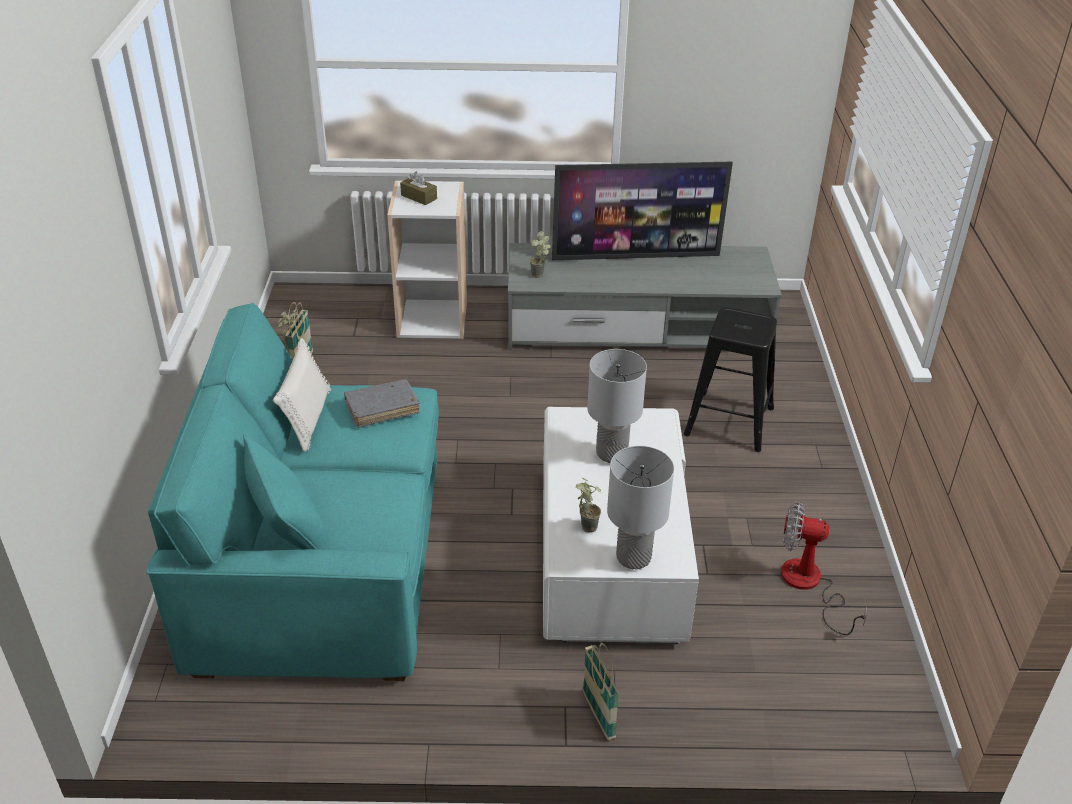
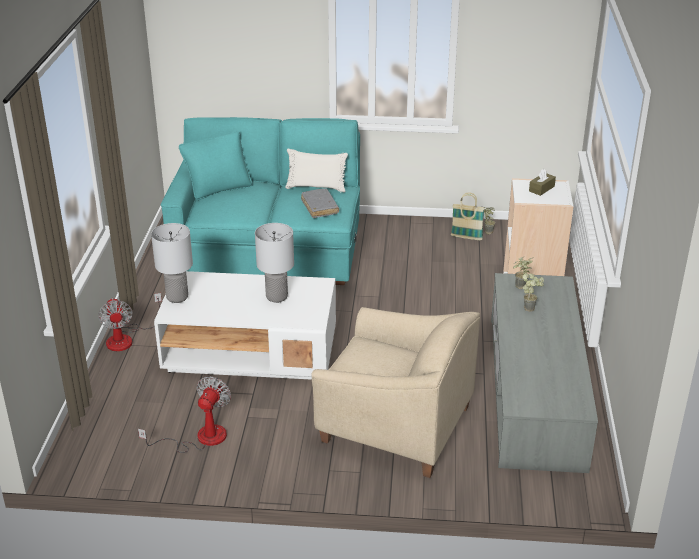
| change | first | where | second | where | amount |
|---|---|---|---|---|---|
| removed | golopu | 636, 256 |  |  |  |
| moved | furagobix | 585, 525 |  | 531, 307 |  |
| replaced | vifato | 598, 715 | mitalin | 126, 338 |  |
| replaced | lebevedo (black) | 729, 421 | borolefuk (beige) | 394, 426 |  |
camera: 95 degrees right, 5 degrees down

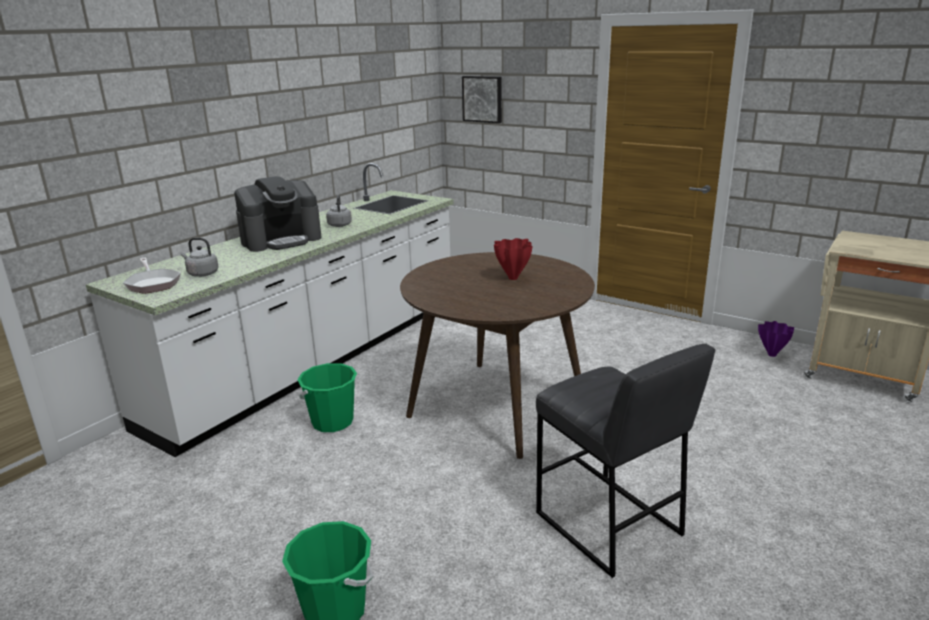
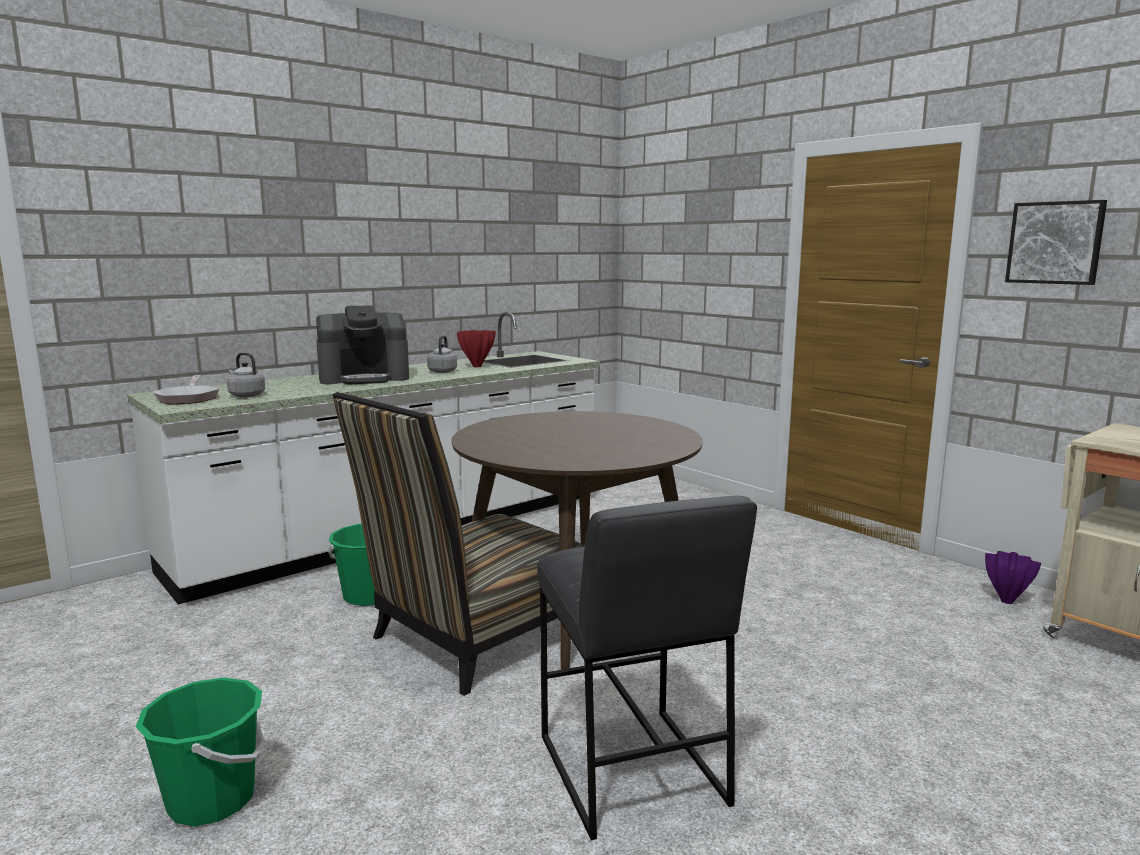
| change | first | where | second | where | amount |
|---|---|---|---|---|---|
| moved | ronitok | 483, 99 |  | 1055, 243 |  |
| moved | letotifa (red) | 512, 278 |  | 476, 366 |  |
| added |  |  | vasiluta | 474, 638 |  |
camera: 15 degrees right, 10 degrees down

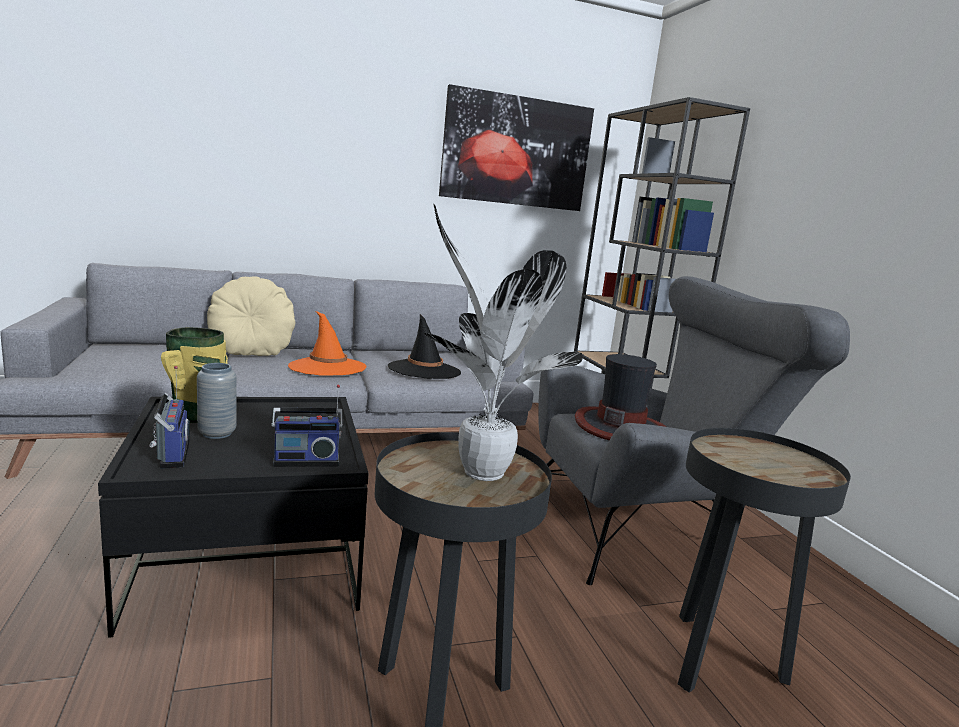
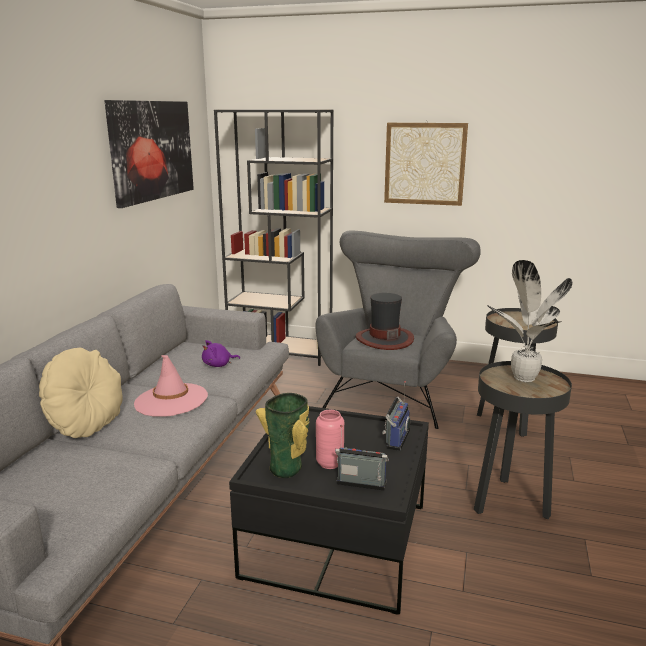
| change | first | where | second | where | amount |
|---|---|---|---|---|---|
| recoloured | letotifa (grey) | 217, 434 | letotifa (pink) | 329, 463 |  |
| recoloured | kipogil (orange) | 327, 367 | kipogil (pink) | 171, 400 |  |
| replaced | kipogil (black) | 424, 370 | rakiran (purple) | 218, 365 |  |
| added |  |  | ronitok | 424, 163 |  |
camera: 55 degrees left, 5 degrees up

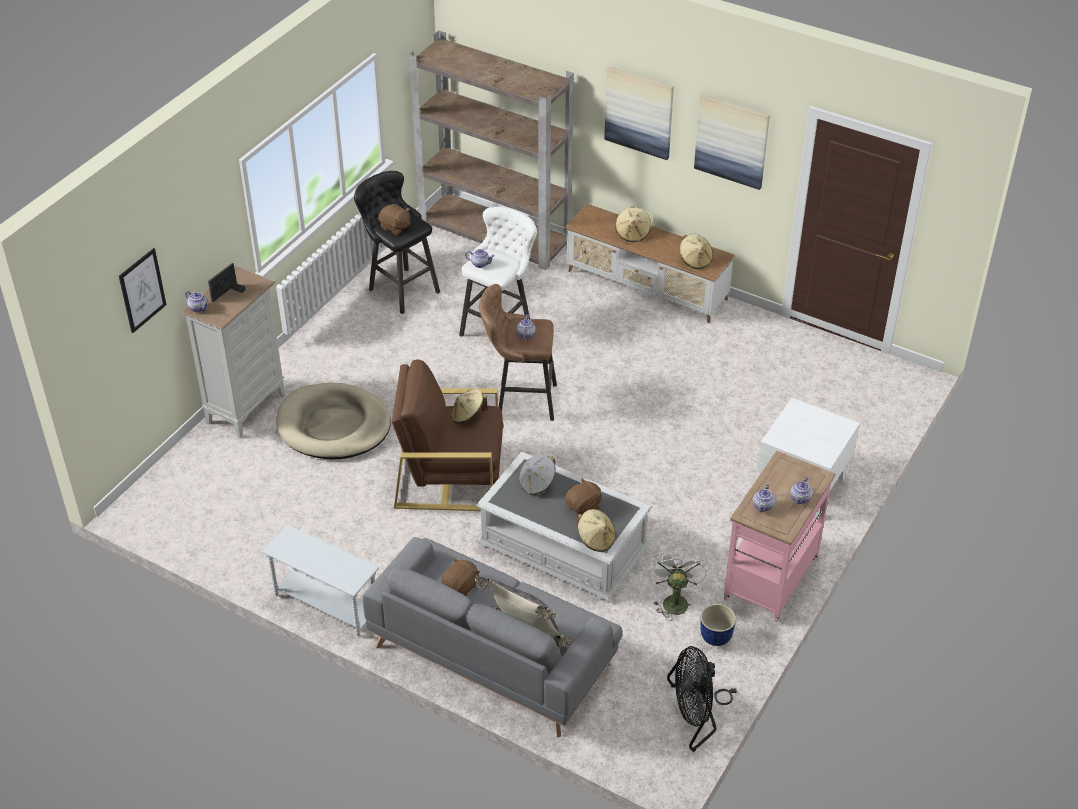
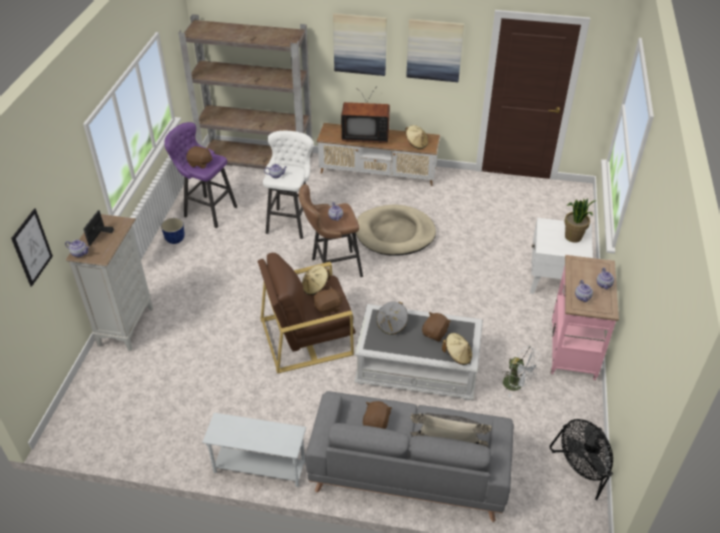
| change | first | where | second | where | amount |
|---|---|---|---|---|---|
| moved | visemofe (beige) | 334, 426 |  | 395, 233 |  |
| recoloured | lebevedo (black) | 399, 287 | lebevedo (purple) | 205, 210 |  |
| replaced | kipogil (beige) | 632, 233 | golopu | 365, 135 |  |
| turned | mitalin (white) | 674, 600 |  | 517, 385 | 150 degrees clockwise |
| moved | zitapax | 715, 638 |  | 175, 240 |  |
| added |  |  | rakiran (brown) | 328, 308 |  |
| added |  |  | furagobix | 573, 237 |  |
camera: 20 degrees left, 0 degrees up

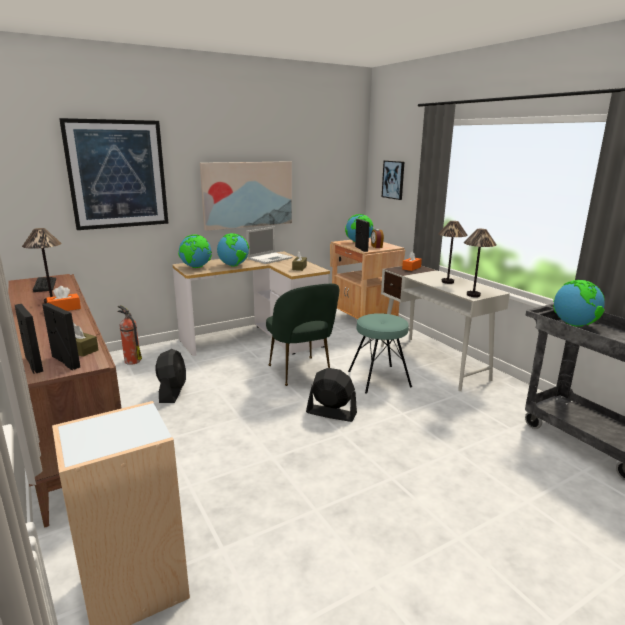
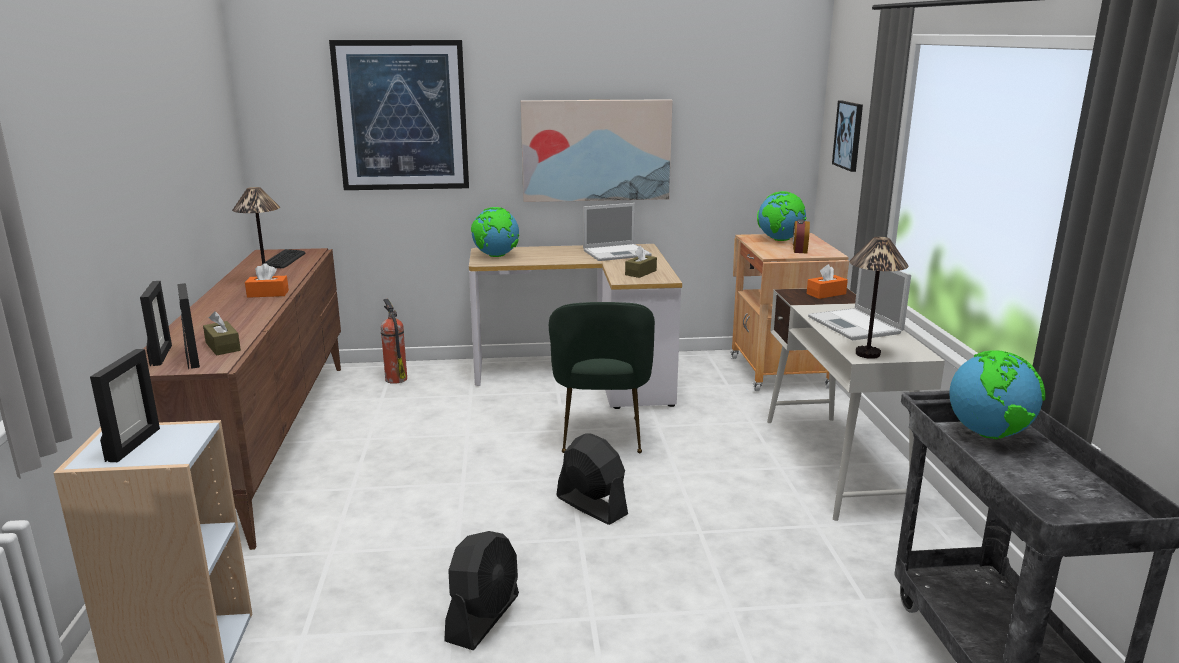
| change | first | where | second | where | amount |
|---|---|---|---|---|---|
| moved | mitalin (black) | 172, 392 |  | 483, 618 |  |
| removed | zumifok | 234, 265 |  |  |  |
| removed | lebevedo (turquoise) | 379, 379 |  |  |  |
| moved | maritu | 361, 249 |  | 133, 444 |  |
| replaced | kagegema | 448, 282 | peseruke | 856, 325 |  |
camera: 25 degrees right, 0 degrees up

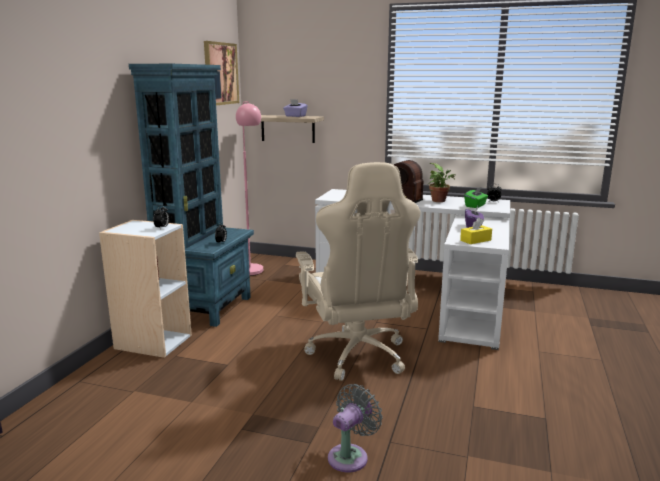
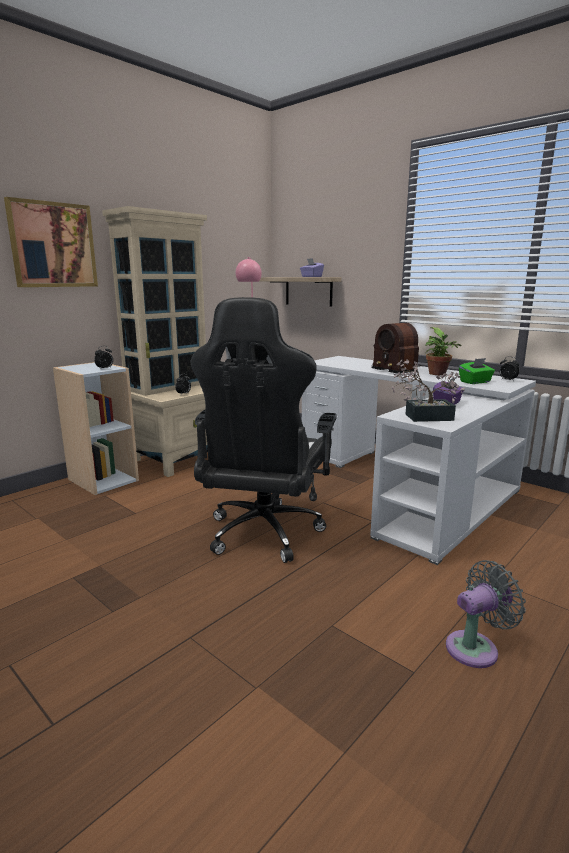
| change | first | where | second | where | amount |
|---|---|---|---|---|---|
| recoloured | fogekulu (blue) | 207, 307 | fogekulu (beige) | 181, 459 |  |
| moved | ronitok | 220, 73 |  | 53, 245 |  |
| recoloured | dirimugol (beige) | 355, 352 | dirimugol (black) | 265, 529 |  |
| moved | mitalin (grey) | 350, 456 |  | 476, 647 |  |
| replaced | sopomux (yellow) | 475, 240 | furagobix | 423, 417 |  |
camera: 25 degrees right, 0 degrees up

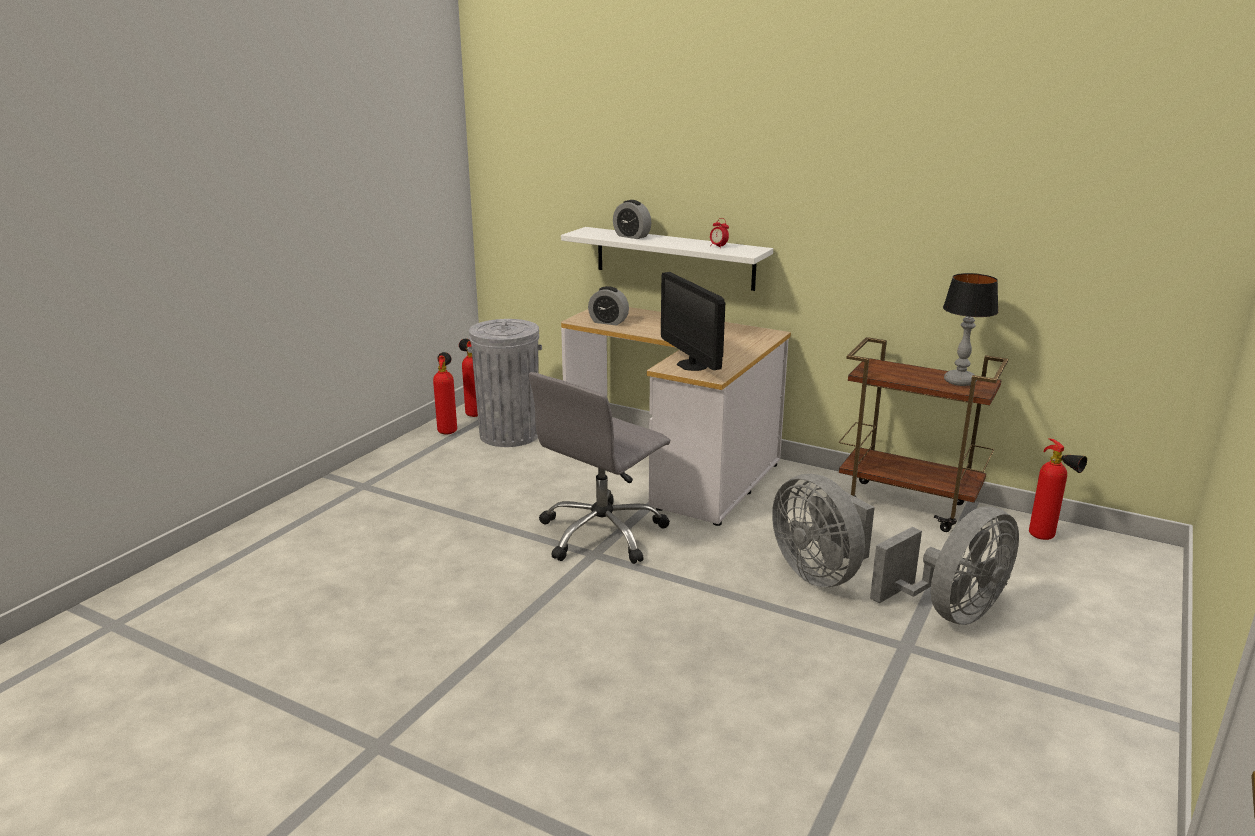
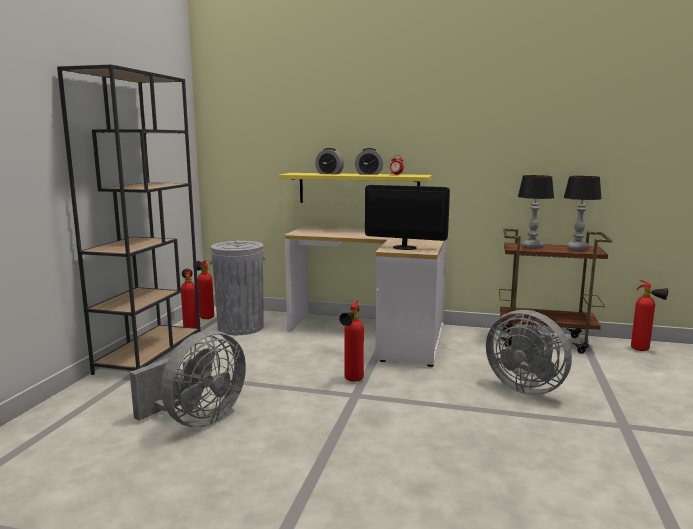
| change | first | where | second | where | amount |
|---|---|---|---|---|---|
| replaced | dirimugol (grey) | 602, 534 | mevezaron | 352, 381 |  |
| recoloured | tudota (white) | 674, 258 | tudota (yellow) | 358, 189 |  |
| moved | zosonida | 608, 322 |  | 369, 174 |  |
| turned | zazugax | 692, 365 |  | 404, 247 | 150 degrees clockwise |
| moved | mitalin (grey) | 950, 611 |  | 197, 420 |  |
| added |  |  | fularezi | 150, 354 |  |
| added |  |  | kagegema | 531, 246 |  |
camera: 15 degrees left, 10 degrees down

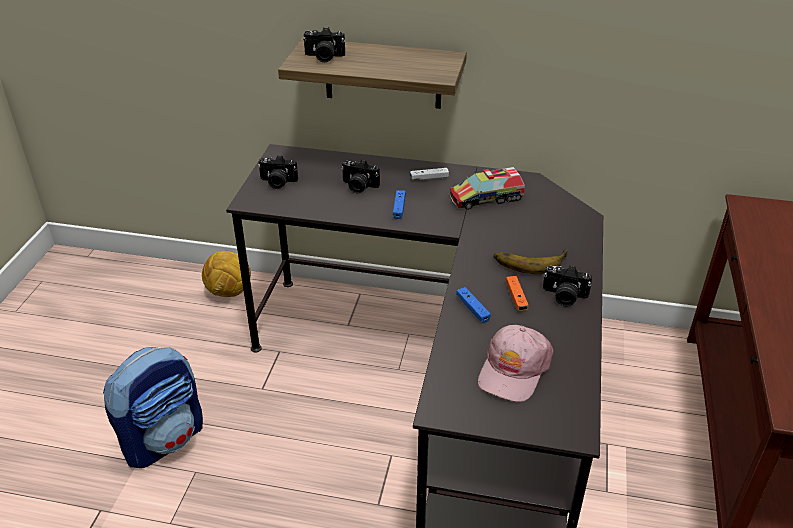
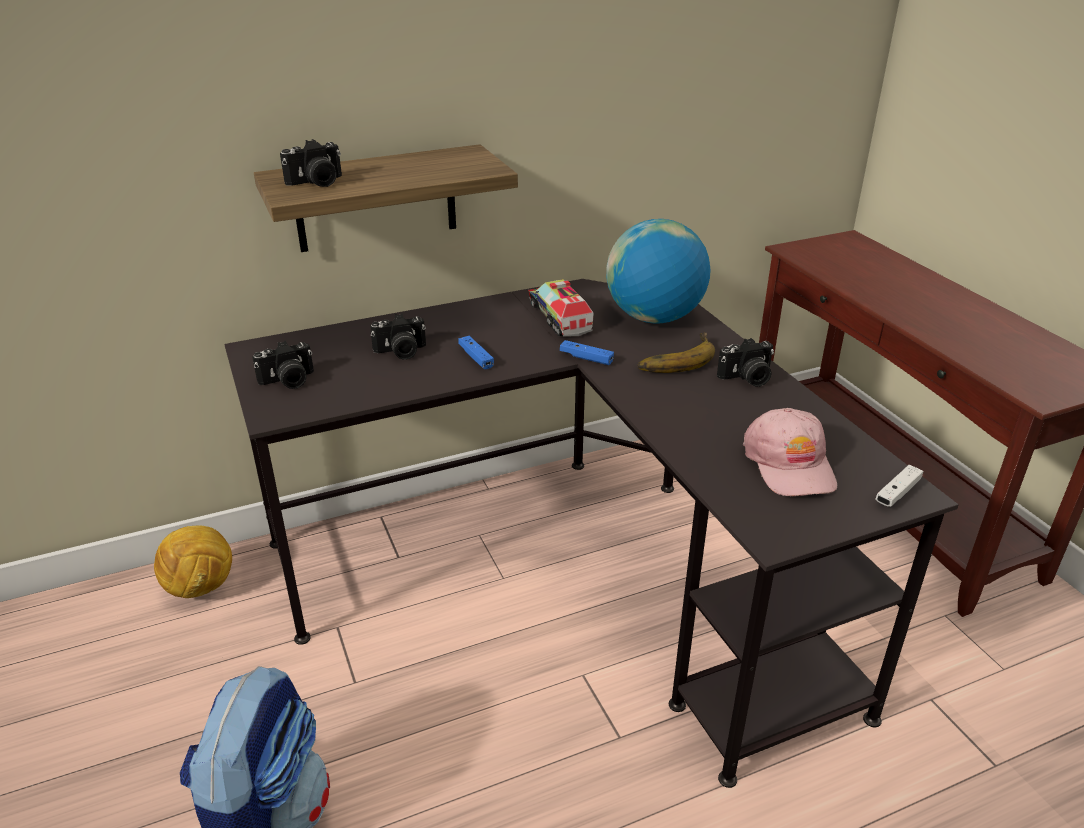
| change | first | where | second | where | amount |
|---|---|---|---|---|---|
| moved | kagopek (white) | 429, 178 |  | 897, 493 |  |
| turned | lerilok | 486, 198 |  | 559, 317 | 120 degrees clockwise |
| moved | kagopek (blue) | 472, 309 |  | 586, 358 |  |
| removed | kagopek (orange) | 516, 298 |  |  |  |
| added |  |  | zumifok | 654, 318 |  |
camera: 35 degrees left, 5 degrees down

